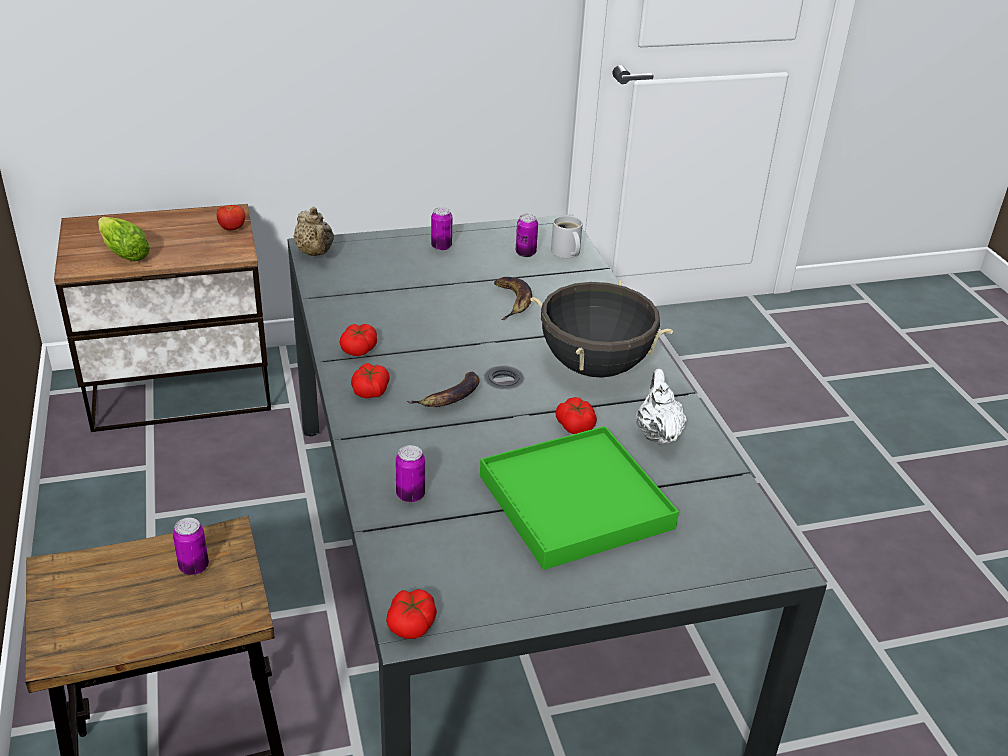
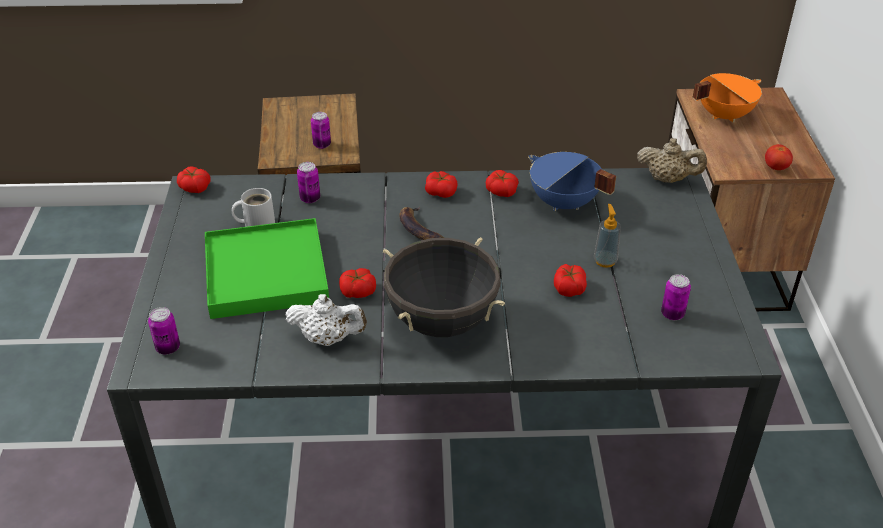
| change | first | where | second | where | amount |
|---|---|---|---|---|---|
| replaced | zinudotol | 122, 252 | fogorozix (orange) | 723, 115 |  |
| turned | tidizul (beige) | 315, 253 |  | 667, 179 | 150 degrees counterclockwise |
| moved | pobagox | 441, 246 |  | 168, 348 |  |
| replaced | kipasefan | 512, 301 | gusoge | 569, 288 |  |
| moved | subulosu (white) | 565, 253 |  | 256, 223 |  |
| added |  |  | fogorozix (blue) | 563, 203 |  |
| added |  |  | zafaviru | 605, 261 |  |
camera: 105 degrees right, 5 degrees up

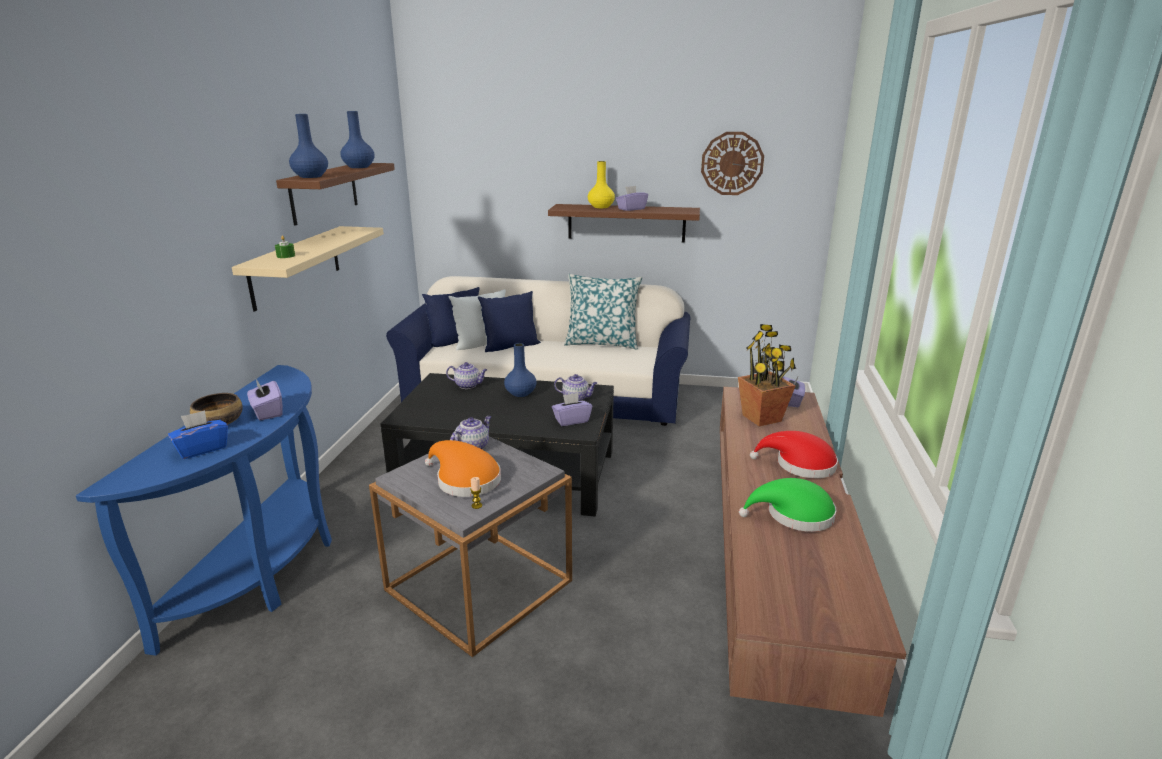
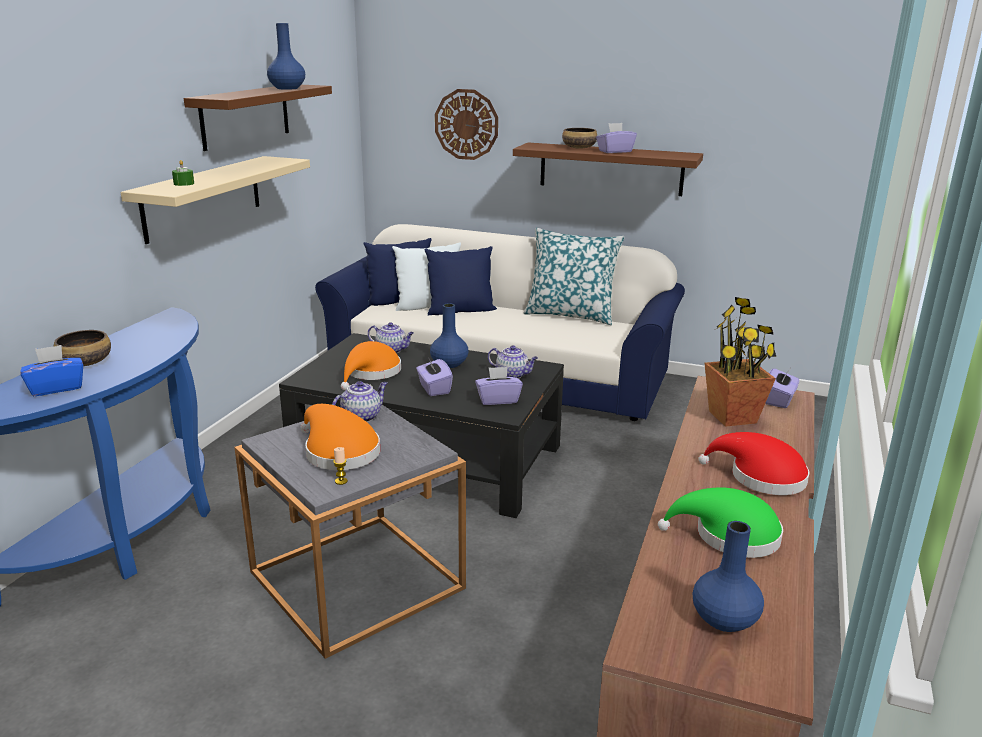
| change | first | where | second | where | amount |
|---|---|---|---|---|---|
| moved | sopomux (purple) | 267, 412 |  | 434, 389 |  |
| moved | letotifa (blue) | 310, 176 |  | 724, 620 |  |
| replaced | letotifa (yellow) | 601, 207 | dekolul | 579, 147 |  |
| moved | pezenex | 732, 163 |  | 466, 124 |  |
| added |  |  | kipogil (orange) | 371, 373 |  |
camera: 10 degrees right, 0 degrees up

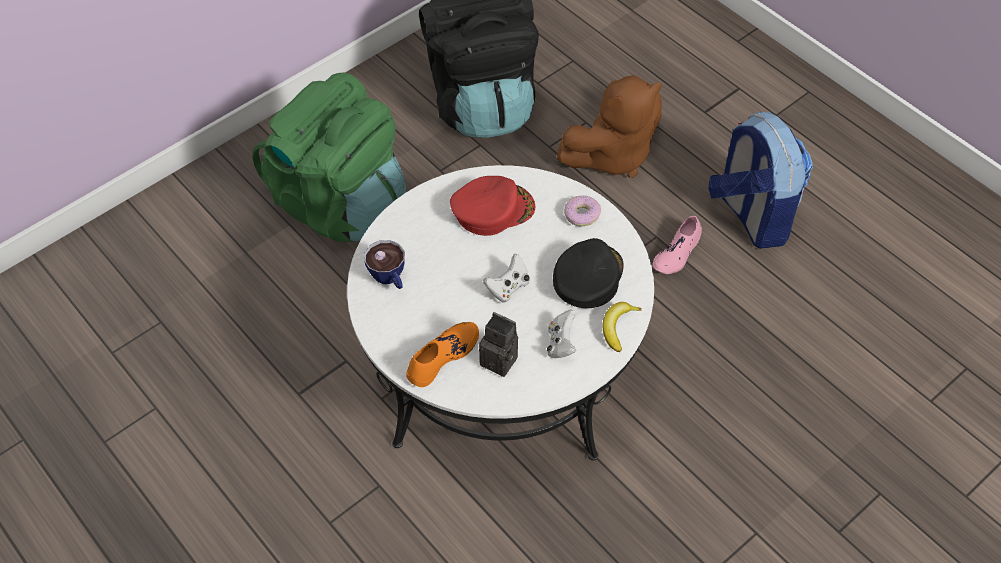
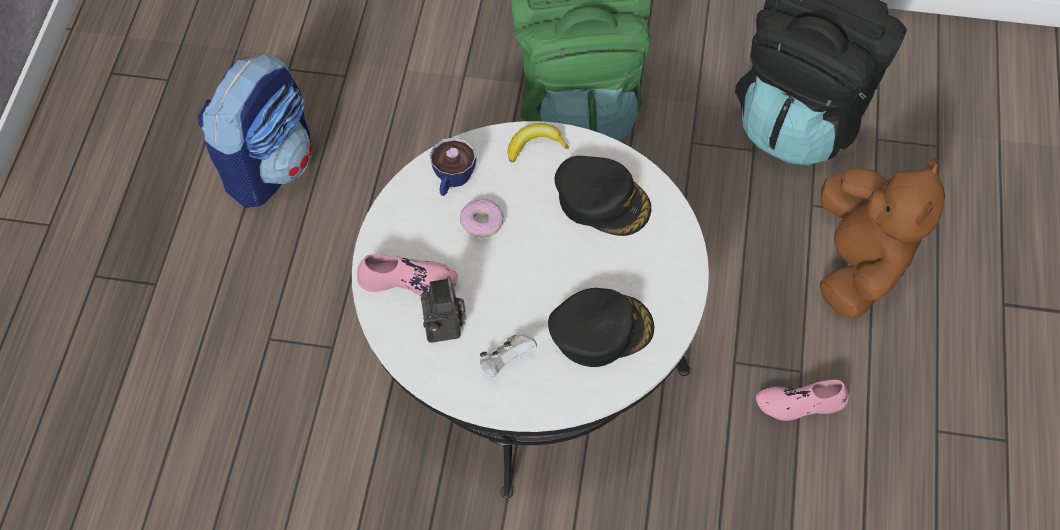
| change | first | where | second | where | amount |
|---|---|---|---|---|---|
| recoloured | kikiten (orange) | 442, 356 | kikiten (pink) | 408, 280 |  |
| recoloured | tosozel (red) | 492, 209 | tosozel (black) | 602, 200 |  |
| removed | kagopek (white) | 508, 287 |  |  |  |
| turned | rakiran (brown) | 612, 154 |  | 859, 263 | 105 degrees counterclockwise |
| moved | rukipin | 581, 214 |  | 482, 222 |  |
| moved | kipasefan | 618, 327 |  | 535, 145 |  |
| moved | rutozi | 751, 215 |  | 269, 165 |  |
camera: 50 degrees right, 5 degrees up

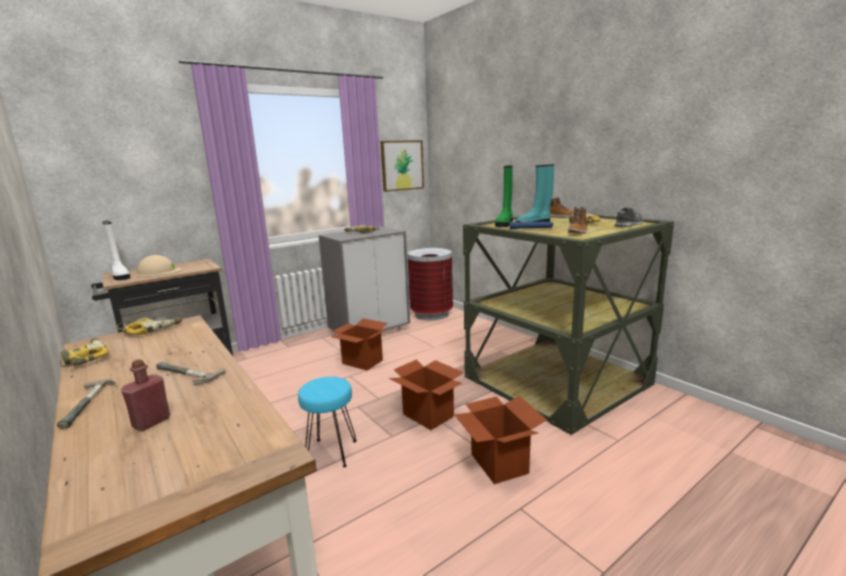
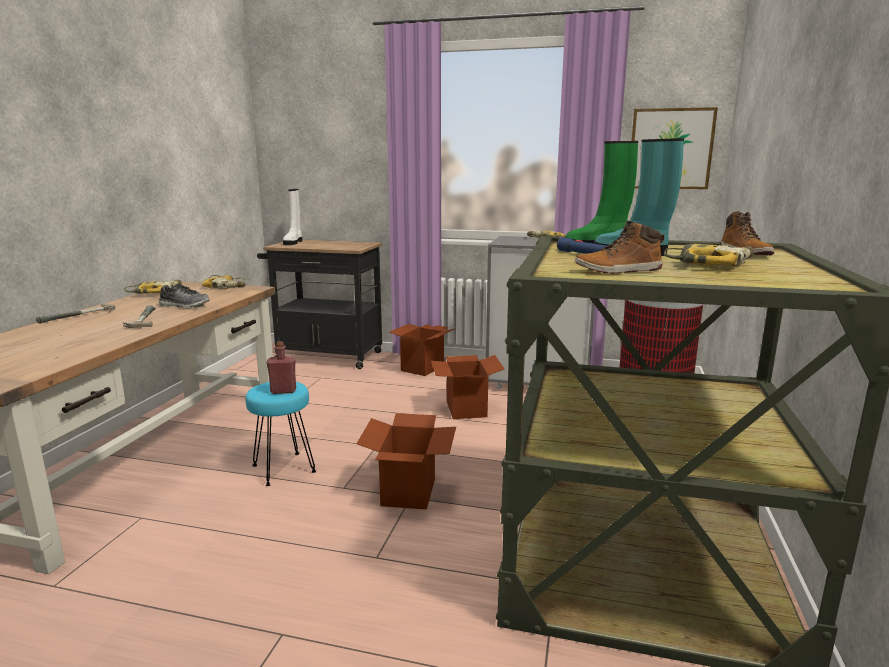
| change | first | where | second | where | amount |
|---|---|---|---|---|---|
| moved | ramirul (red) | 151, 422 |  | 283, 391 |  |
| removed | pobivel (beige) | 158, 272 |  |  |  |
| moved | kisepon | 498, 463 |  | 422, 368 |  |
| moved | kikiten | 628, 225 |  | 184, 306 |  |
camera: 50 degrees right, 0 degrees up

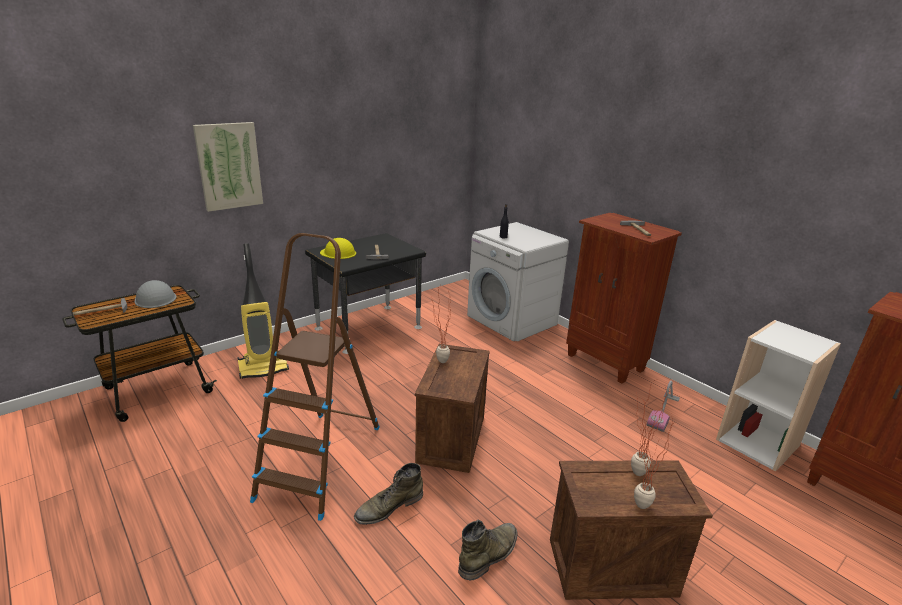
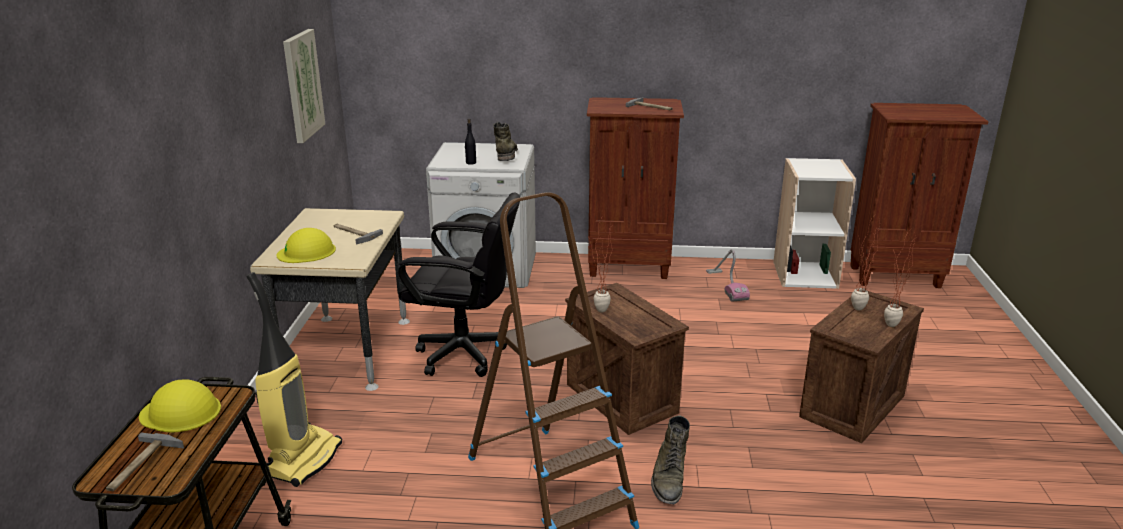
| change | first | where | second | where | amount |
|---|---|---|---|---|---|
| recoloured | pobivel (grey) | 155, 298 | pobivel (yellow) | 181, 412 |  |
| moved | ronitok | 229, 166 |  | 302, 85 |  |
| recoloured | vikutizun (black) | 368, 327 | vikutizun (beige) | 346, 350 |  |
| moved | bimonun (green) | 489, 554 |  | 506, 154 |  |
| added |  |  | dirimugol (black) | 467, 355 |  |
camera: 45 degrees left, 0 degrees up

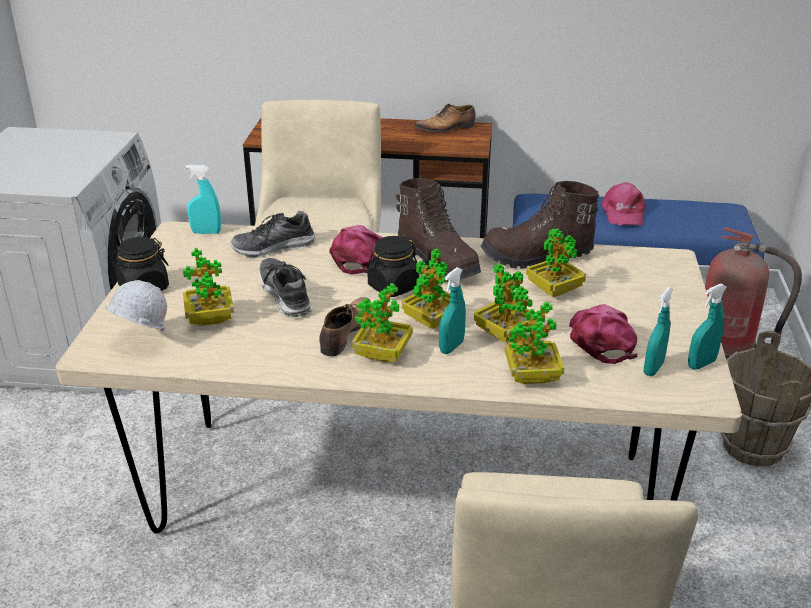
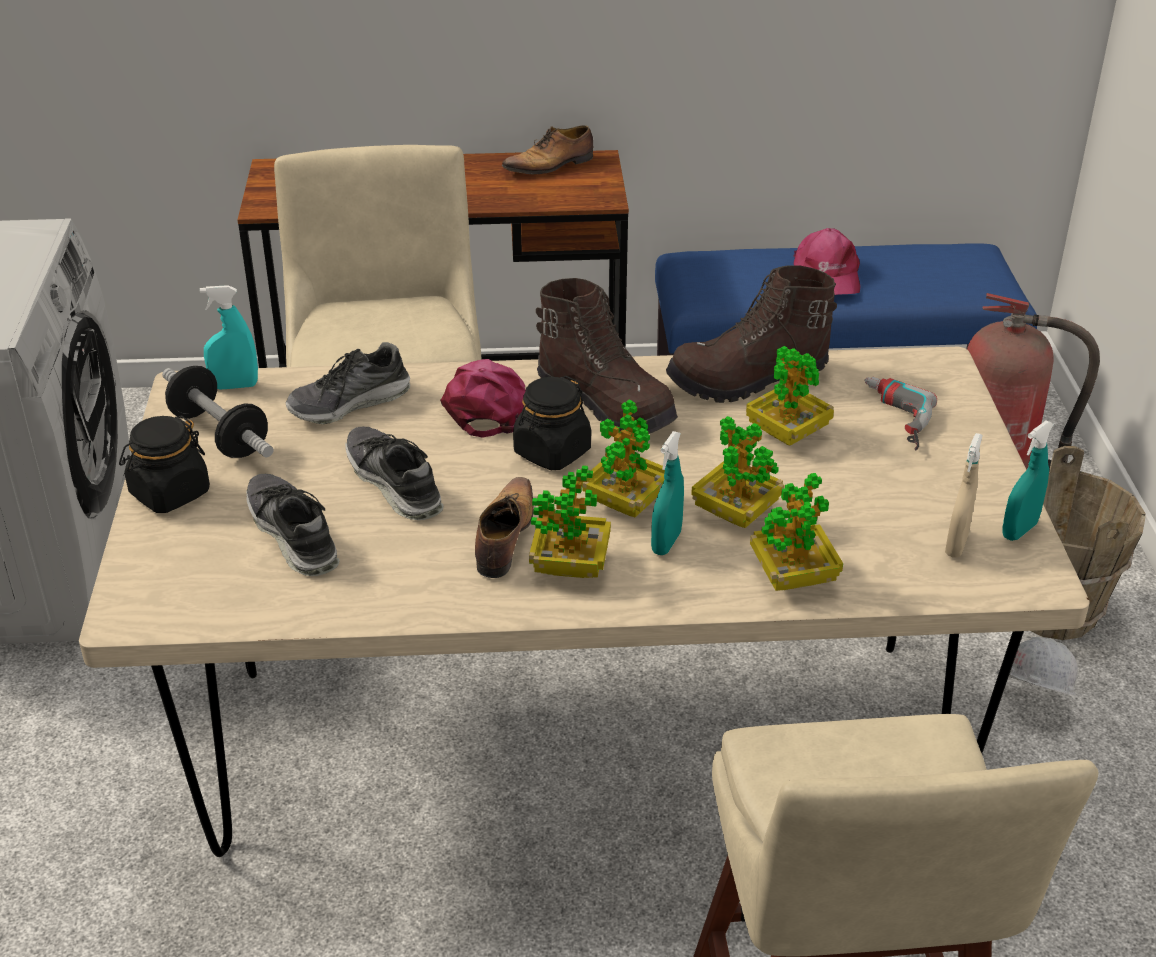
| change | first | where | second | where | amount |
|---|---|---|---|---|---|
| moved | pobivel (white) | 140, 341 |  | 1029, 704 |  |
| replaced | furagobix | 210, 319 | kikiten | 292, 536 |  |
| removed | tosozel (pink) | 601, 339 |  |  |  |
| recoloured | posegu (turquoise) | 653, 368 | posegu (beige) | 956, 545 |  |
| added |  |  | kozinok | 220, 434 |  |
| added |  |  | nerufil | 890, 419 |  |
camera: 10 degrees left, 5 degrees up

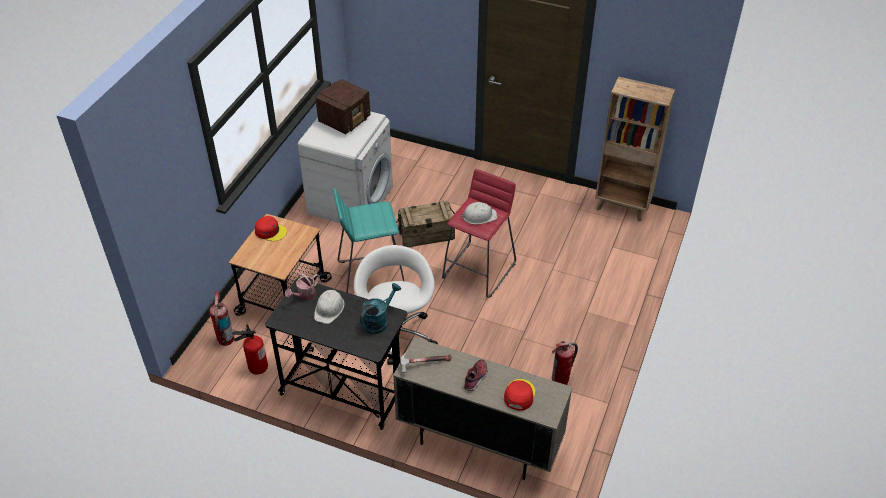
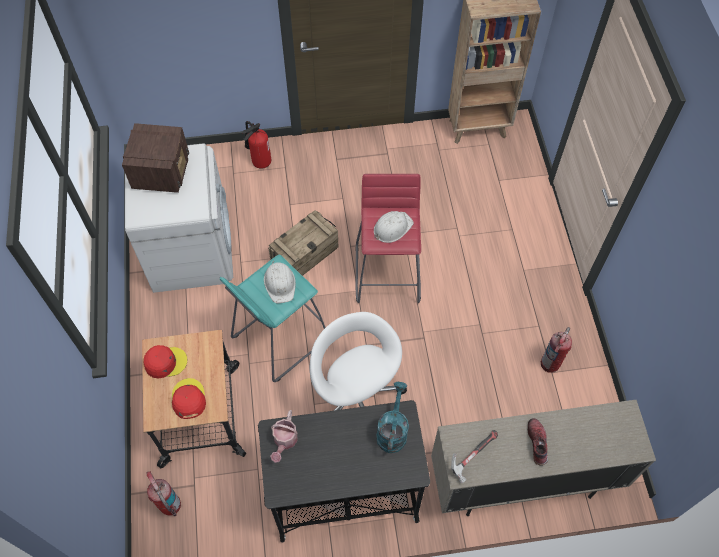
| change | first | where | second | where | amount |
|---|---|---|---|---|---|
| moved | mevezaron | 256, 366 |  | 258, 162 |  |
| moved | pobivel (white) | 329, 308 |  | 280, 283 |  |
| moved | tosozel (red) | 519, 395 |  | 188, 399 |  |
camera: 30 degrees left, 15 degrees up

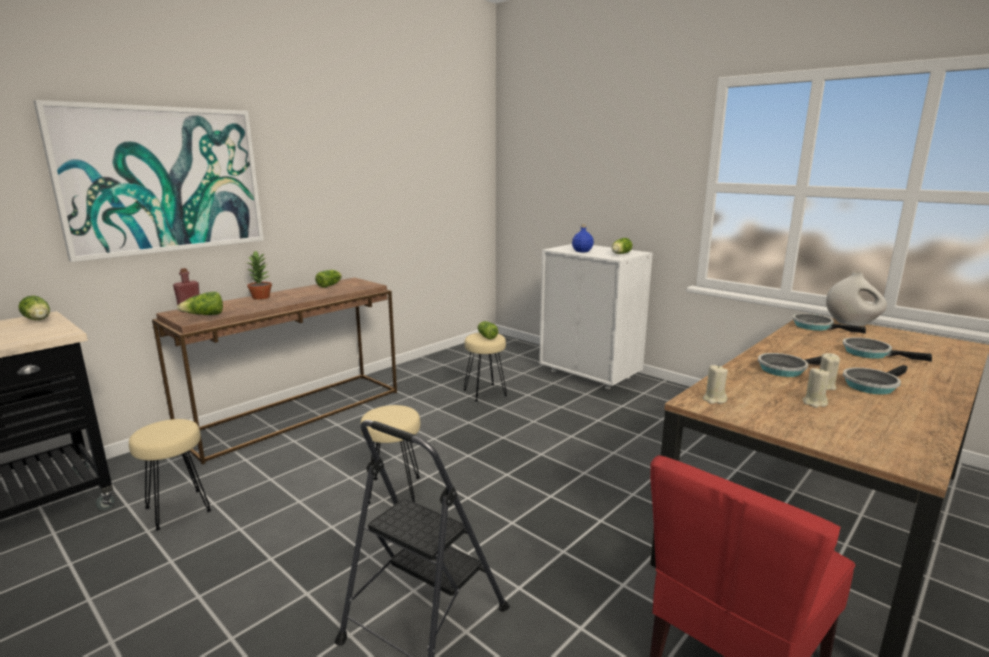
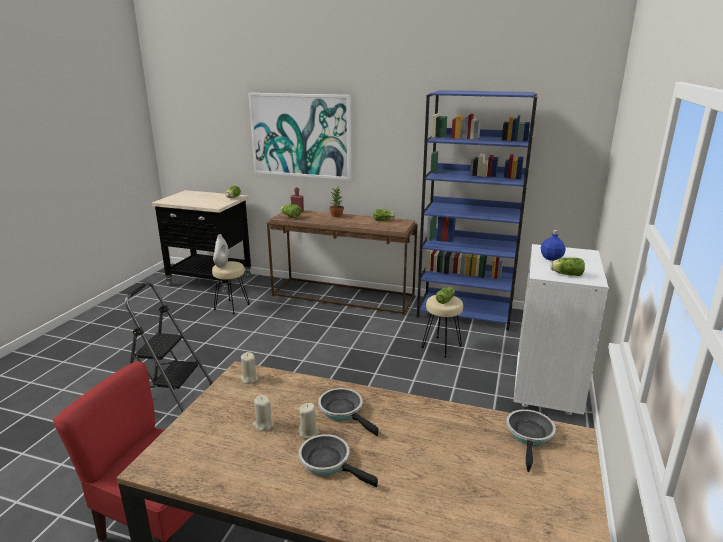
| change | first | where | second | where | amount |
|---|---|---|---|---|---|
| removed | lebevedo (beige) | 395, 490 |  |  |  |
| moved | letotifa (white) | 851, 323 |  | 222, 265 |  |
| removed | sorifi | 870, 353 |  |  |  |
| added |  |  | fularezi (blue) | 465, 313 |  |
camera: 65 degrees right, 5 degrees up

